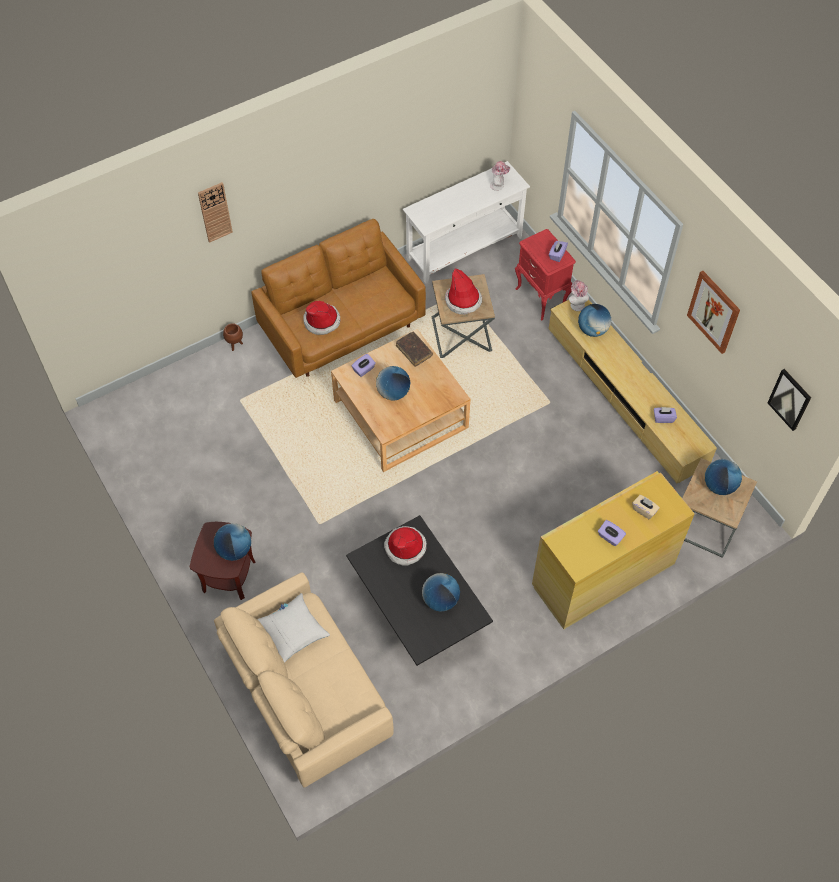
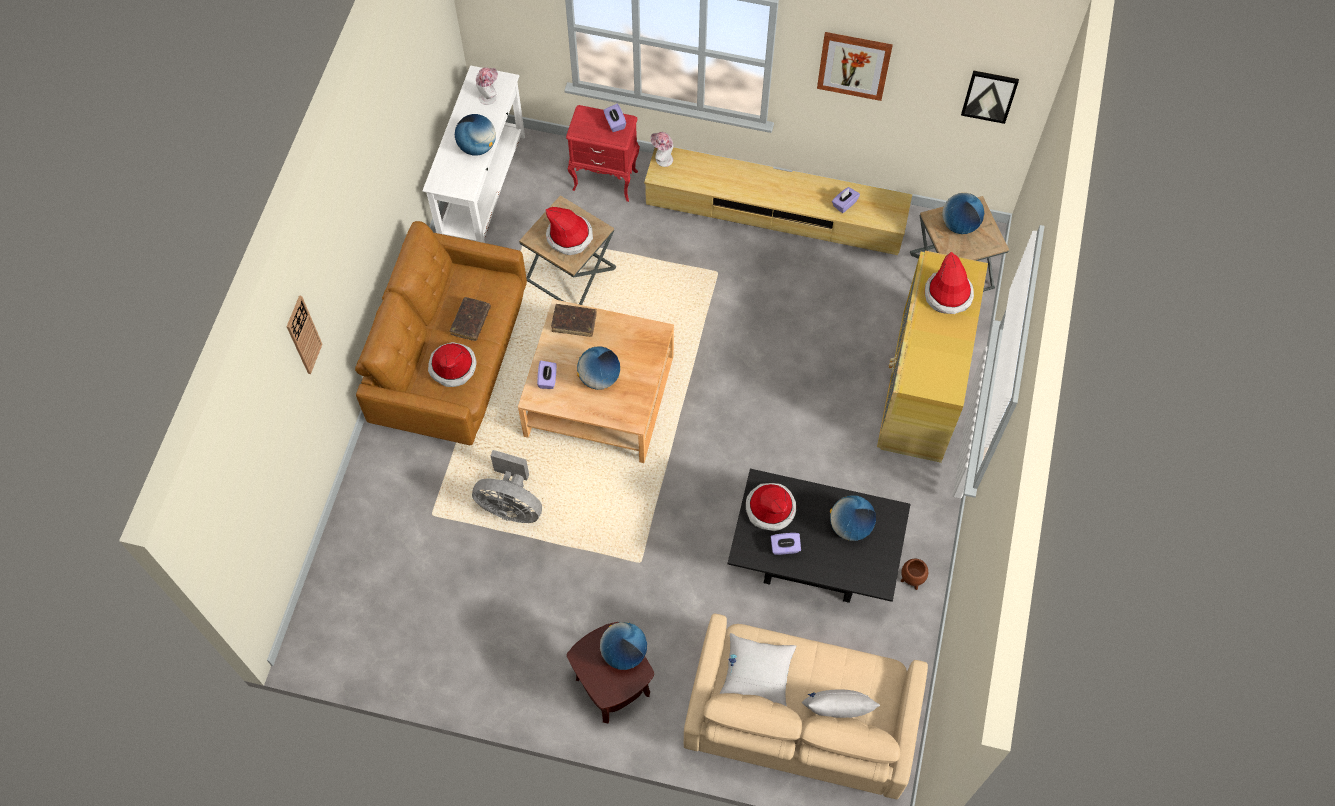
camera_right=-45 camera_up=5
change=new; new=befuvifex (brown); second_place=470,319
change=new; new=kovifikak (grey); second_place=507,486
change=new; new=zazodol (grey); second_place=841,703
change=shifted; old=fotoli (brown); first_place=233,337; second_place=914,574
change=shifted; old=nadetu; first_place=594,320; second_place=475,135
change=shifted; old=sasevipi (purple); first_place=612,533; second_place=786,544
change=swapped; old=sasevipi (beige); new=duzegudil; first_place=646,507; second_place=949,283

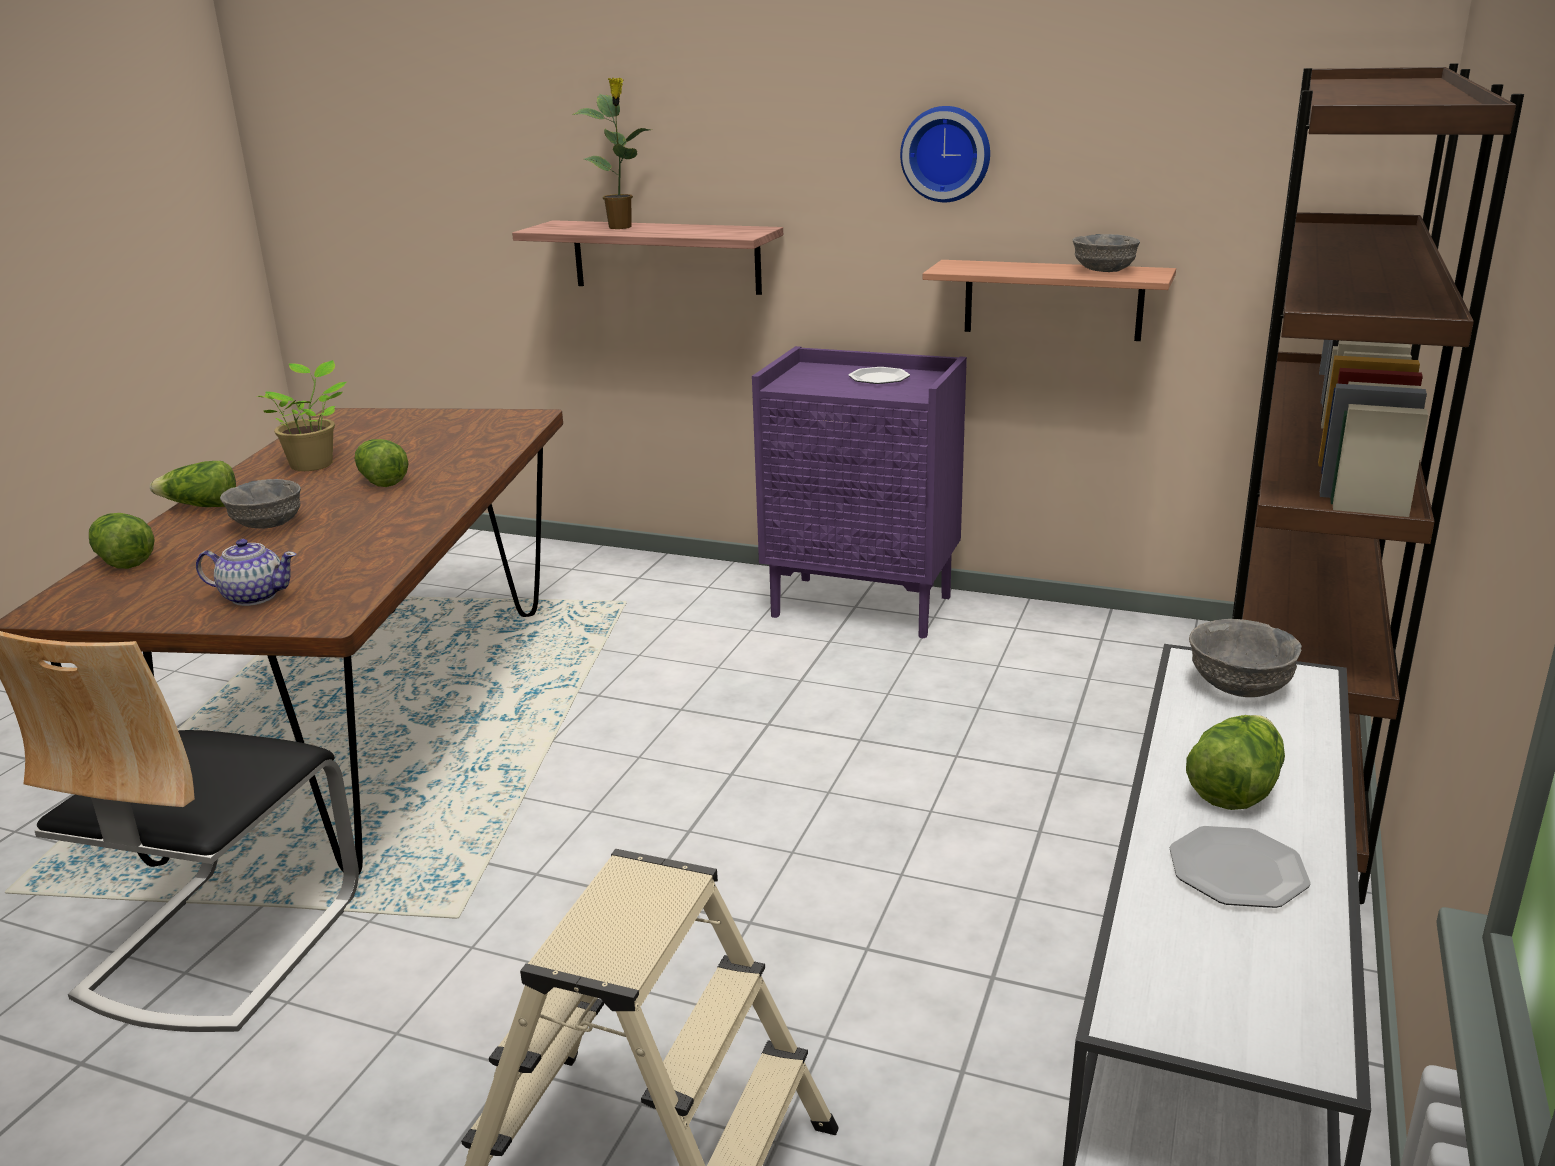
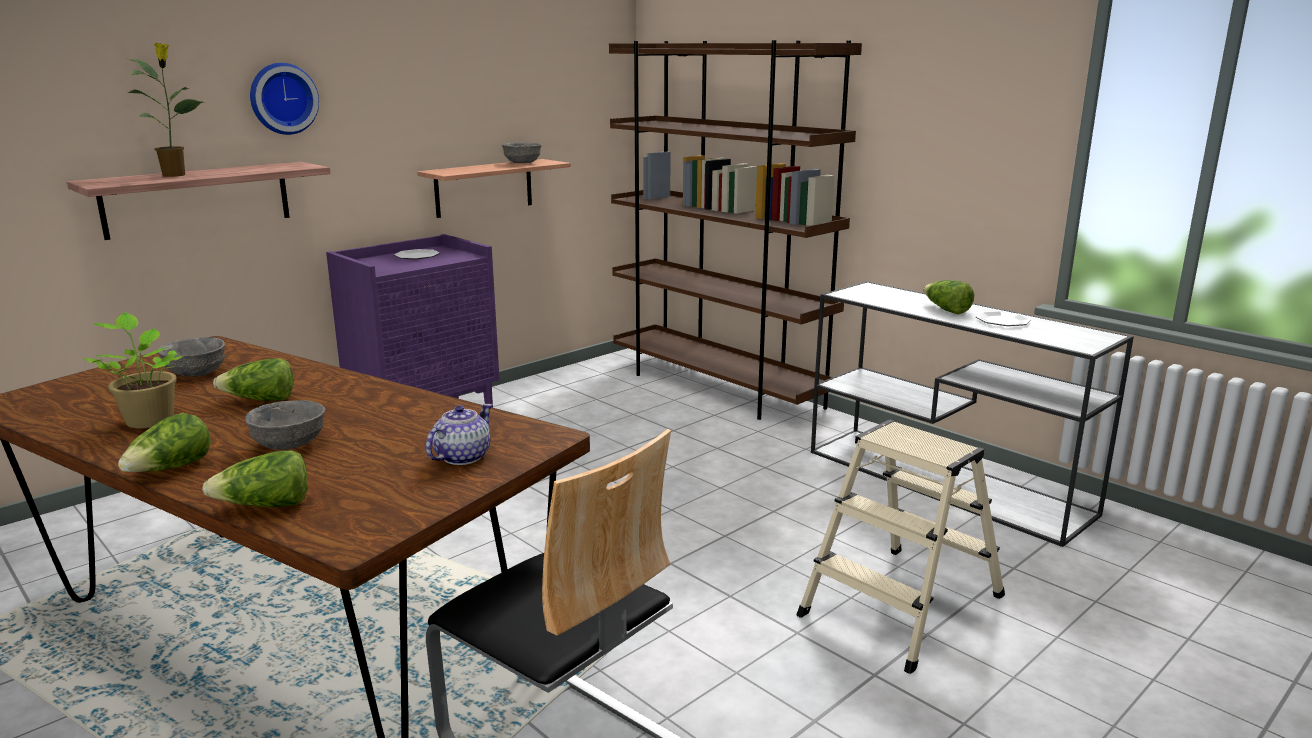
camera_right=-65 camera_up=-5
change=shifted; old=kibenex; first_place=945,154; second_place=284,99
change=shifted; old=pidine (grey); first_place=1245,658; second_place=191,357

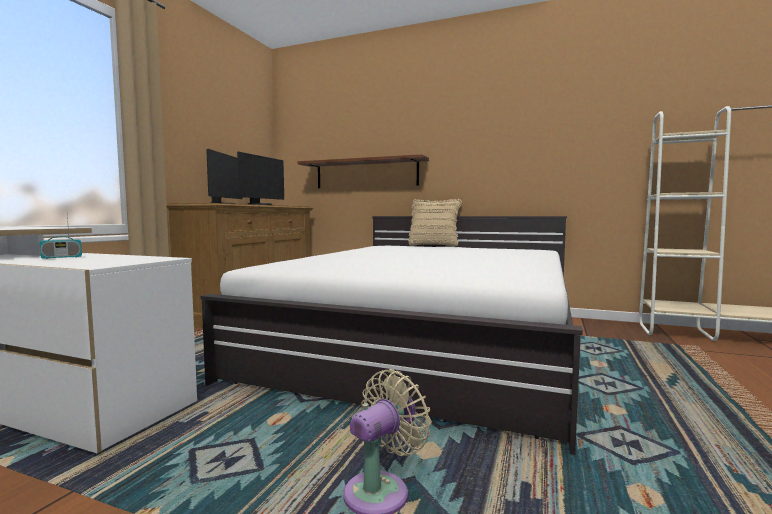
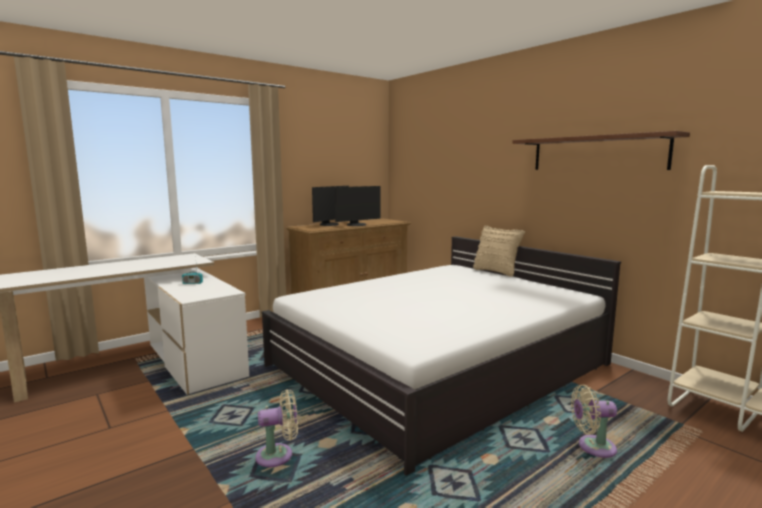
camera_right=30 camera_up=5
change=new; new=kovifikak (beige); second_place=594,421
change=shifted; old=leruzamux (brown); first_place=363,171; second_place=601,150

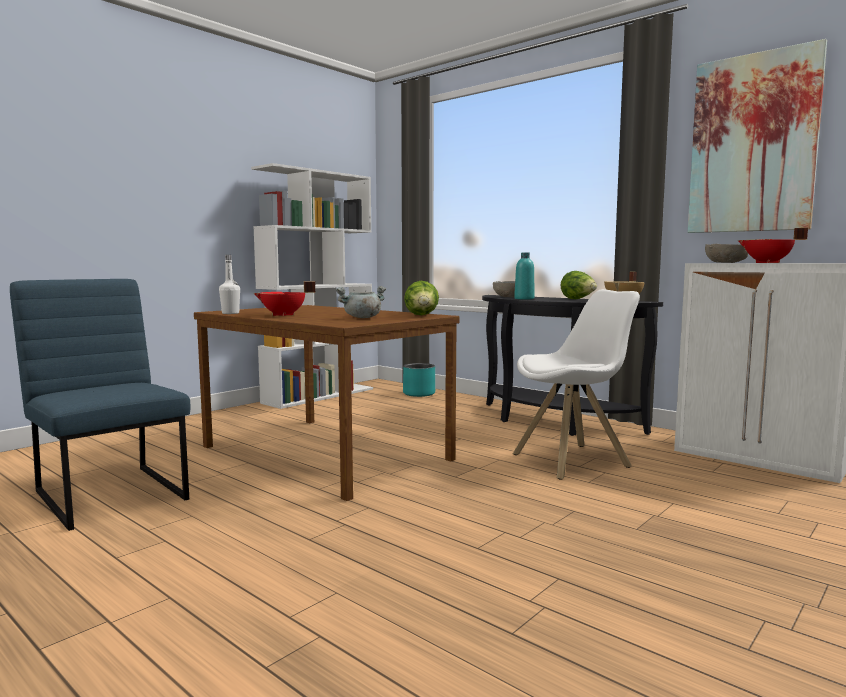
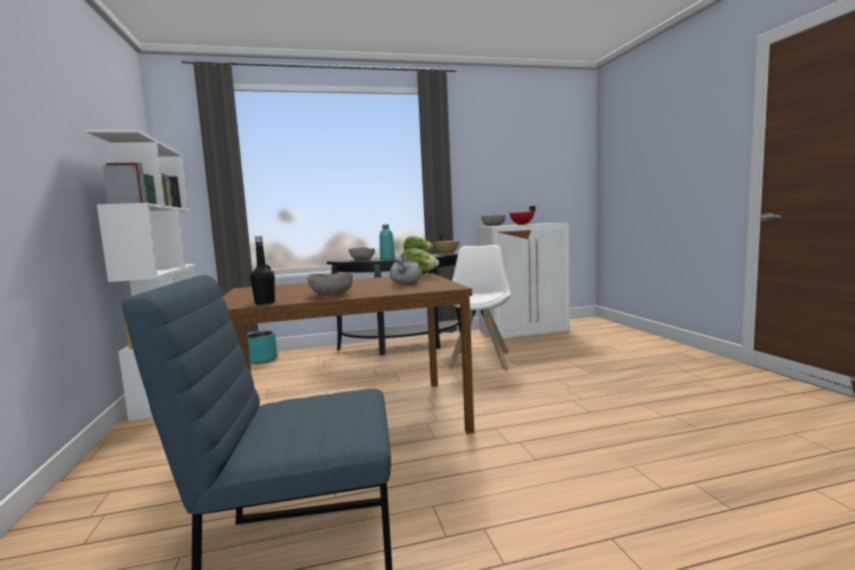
camera_right=-55 camera_up=0
change=gone; old=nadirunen; first_place=757,136
change=swapped; old=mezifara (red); new=pidine (grey); first_place=284,298; second_place=330,284
change=repainted; old=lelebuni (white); new=lelebuni (black); first_place=229,284; second_place=262,270

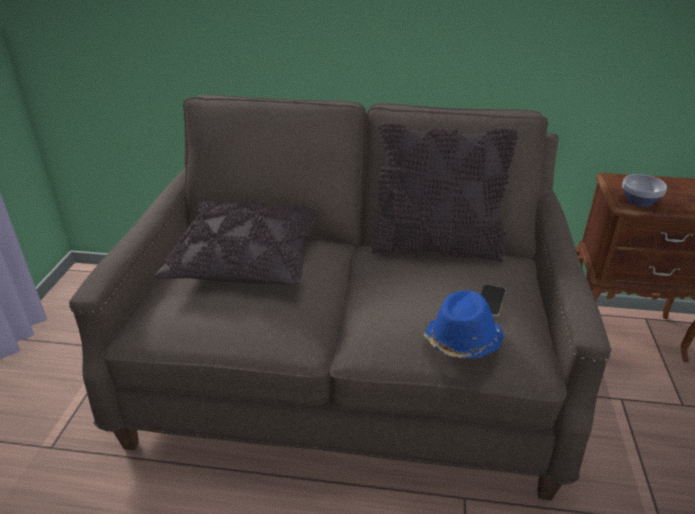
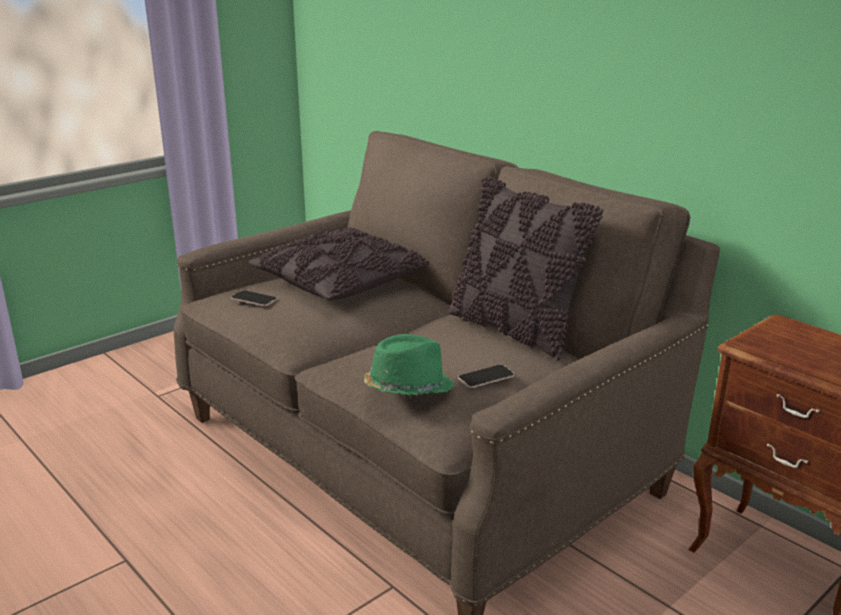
camera_right=40 camera_up=-10
change=gone; old=pidine; first_place=644,190
change=new; new=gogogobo; second_place=254,298
change=repainted; old=duzegudil (blue); new=duzegudil (green); first_place=463,324; second_place=409,365

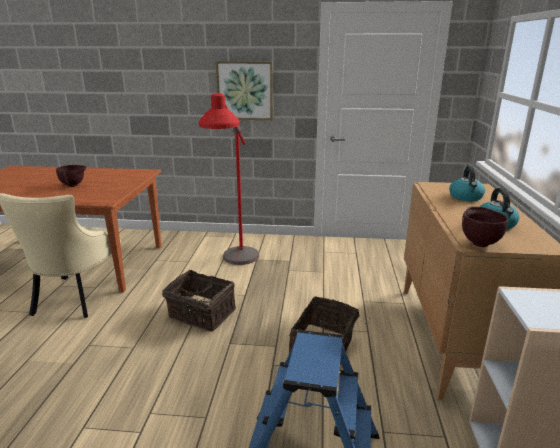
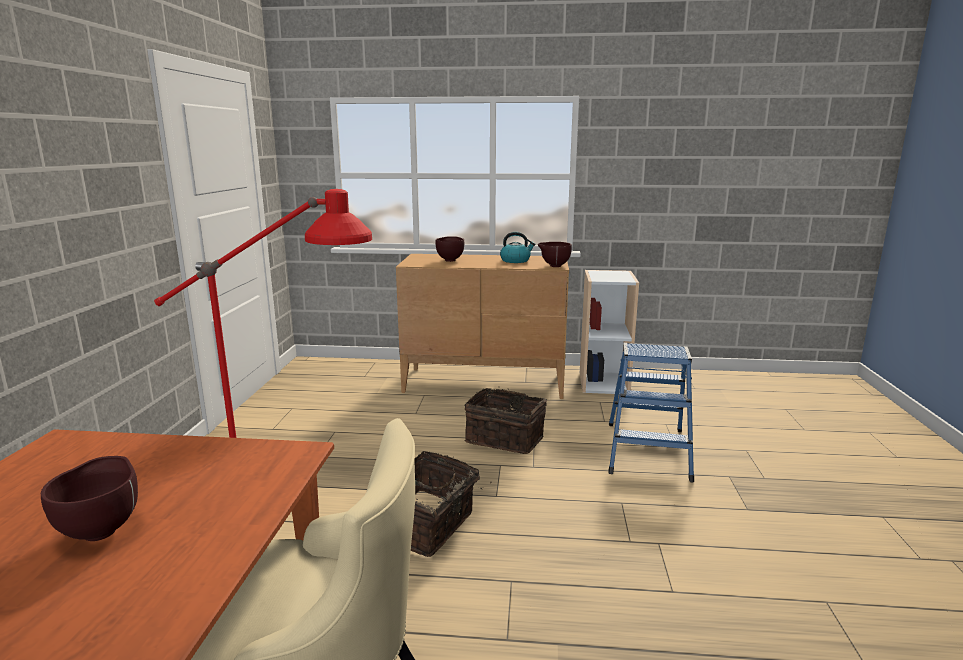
camera_right=-90 camera_up=-5
change=gone; old=nadirunen; first_place=244,90
change=swapped; old=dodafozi; new=pidine (brown); first_place=467,183; second_place=449,249

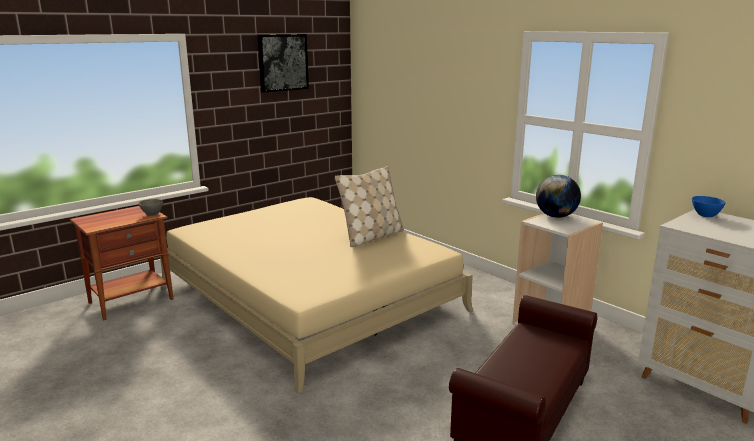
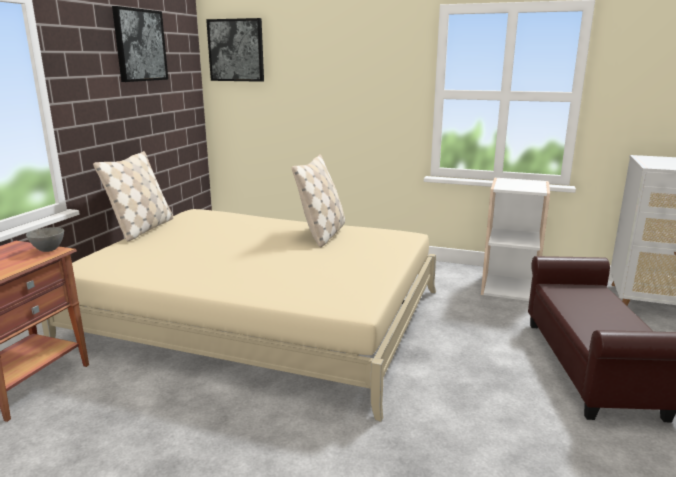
camera_right=-30 camera_up=0
change=gone; old=nadetu; first_place=558,196
change=gone; old=pidine (blue); first_place=709,206
change=new; new=zazodol (beige); second_place=133,196
change=new; new=nadirunen; second_place=235,50

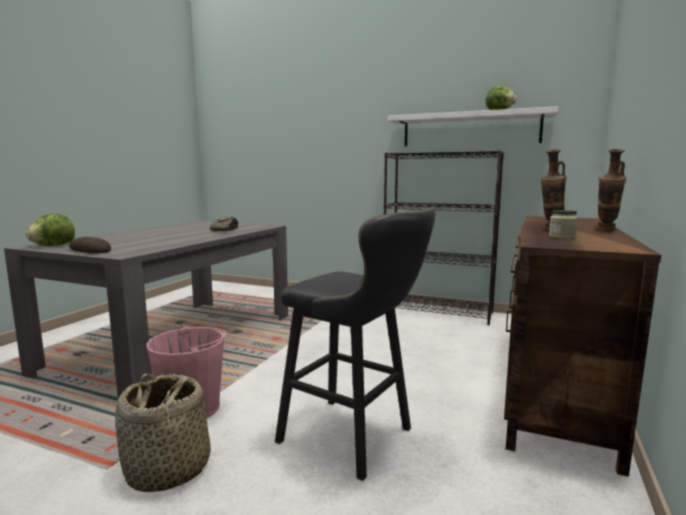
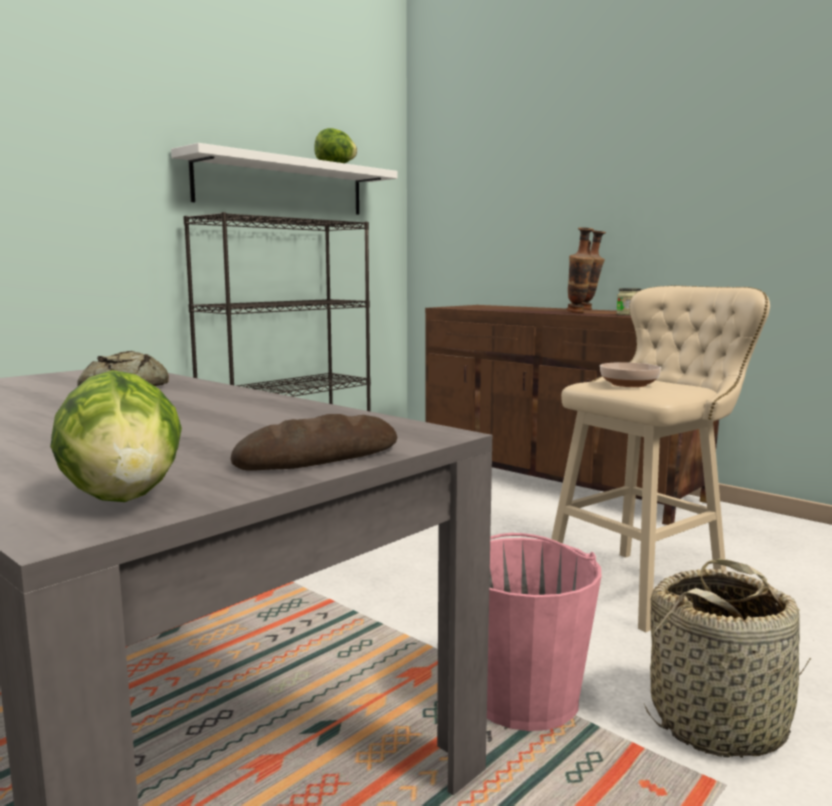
camera_right=-70 camera_up=0
change=new; new=pidine; second_place=630,374
change=repainted; old=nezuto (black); new=nezuto (beige); first_place=355,344; second_place=660,458

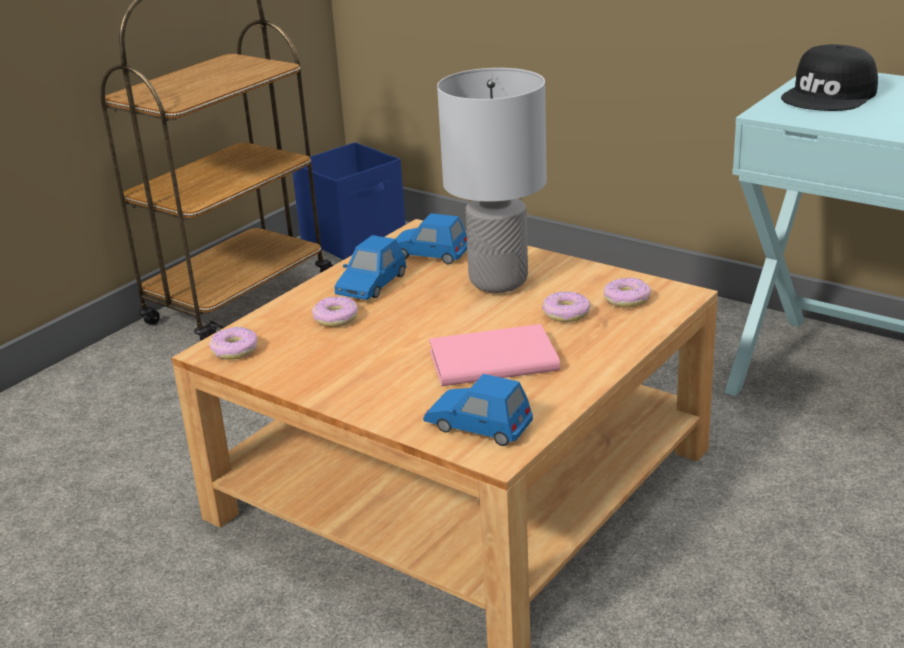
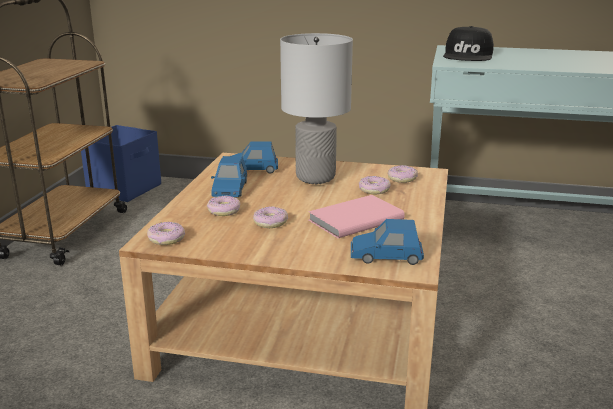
camera_right=-25 camera_up=-5
change=new; new=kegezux; second_place=270,217

